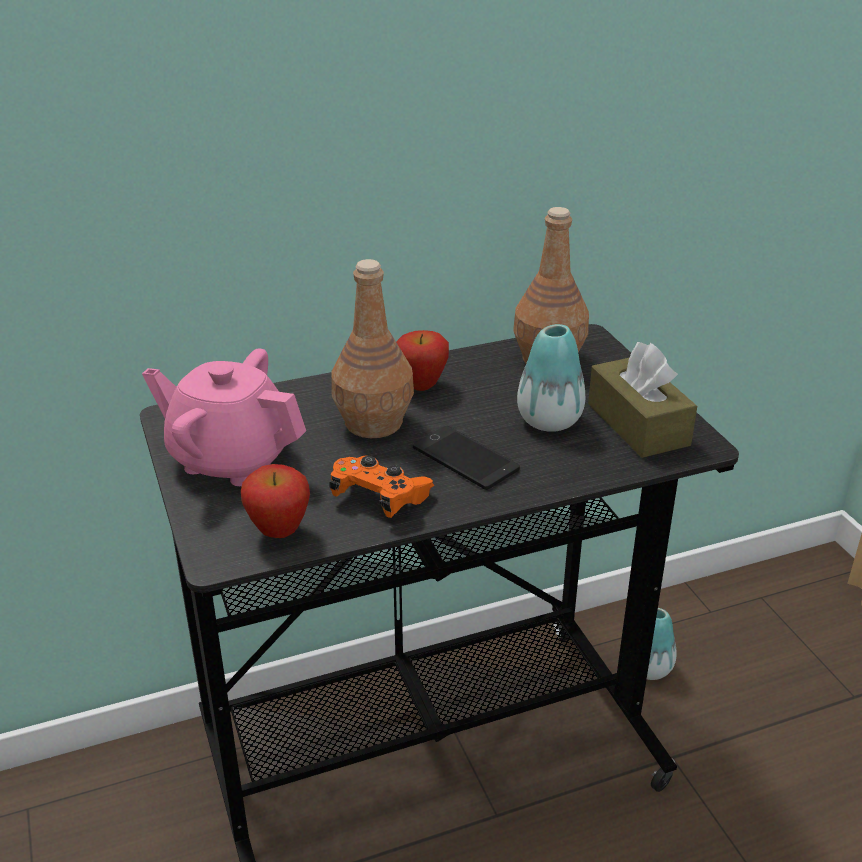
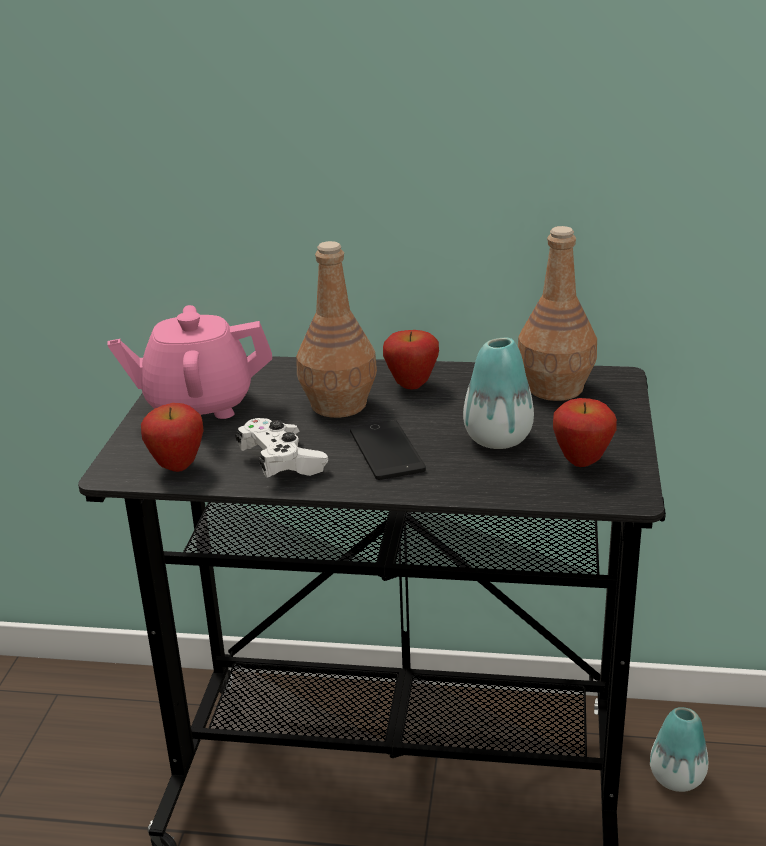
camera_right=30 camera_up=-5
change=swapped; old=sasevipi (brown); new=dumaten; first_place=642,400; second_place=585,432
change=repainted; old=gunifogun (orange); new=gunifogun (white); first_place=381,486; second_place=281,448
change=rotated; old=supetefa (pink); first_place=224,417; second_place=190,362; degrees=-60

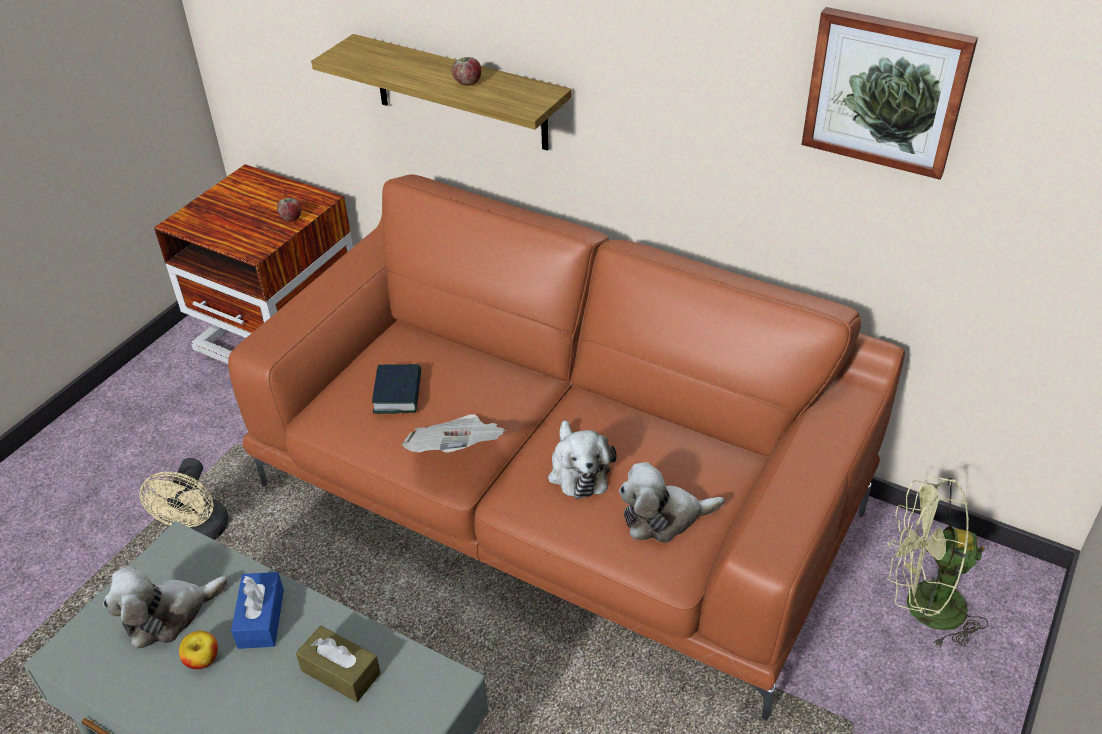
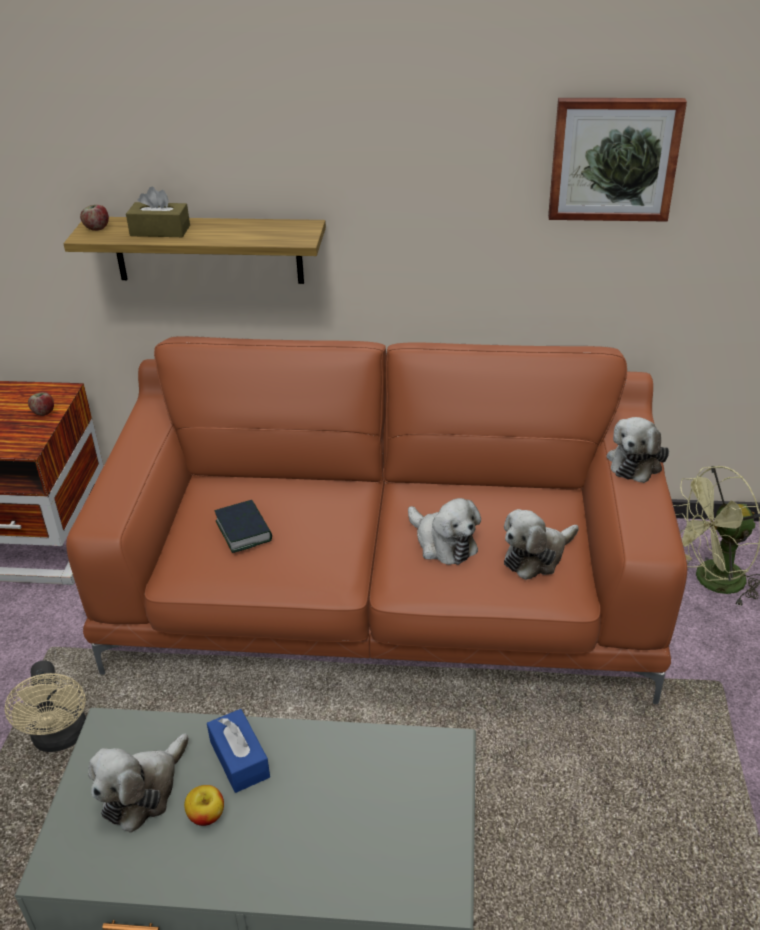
camera_right=-25 camera_up=-5
change=gone; old=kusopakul; first_place=454,433
change=new; new=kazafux; second_place=638,450
change=shifted; old=sasevipi (brown); first_place=338,664; second_place=158,212
change=shifted; old=dumaten; first_place=466,71; second_place=94,218

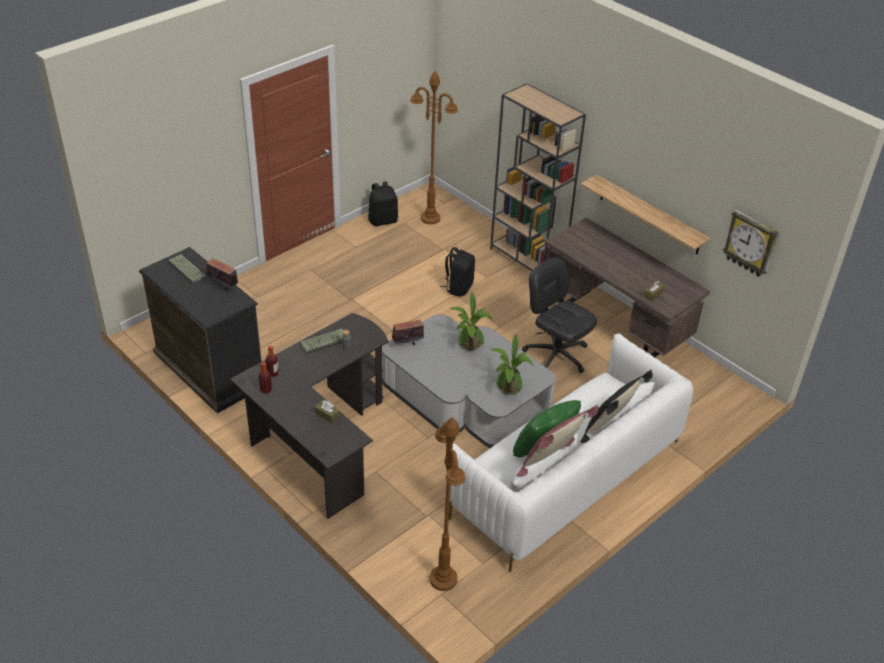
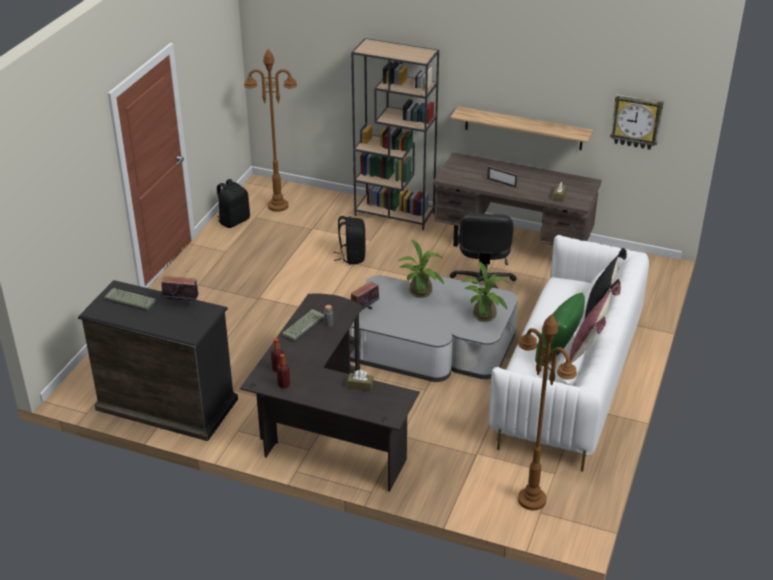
camera_right=-25 camera_up=-5
change=new; new=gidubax; second_place=502,177
change=rotated; old=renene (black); first_place=559,315; second_place=483,250; degrees=-105

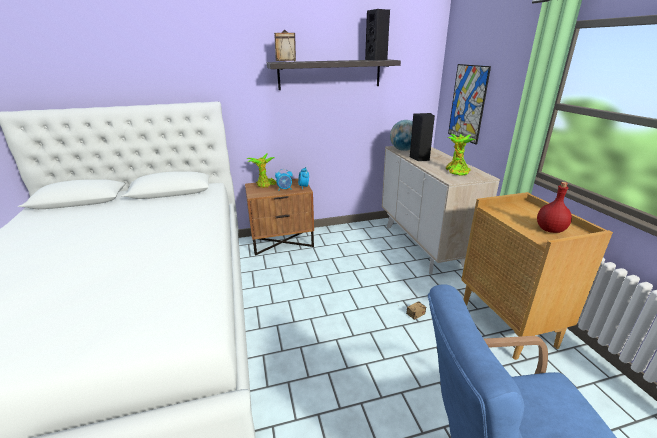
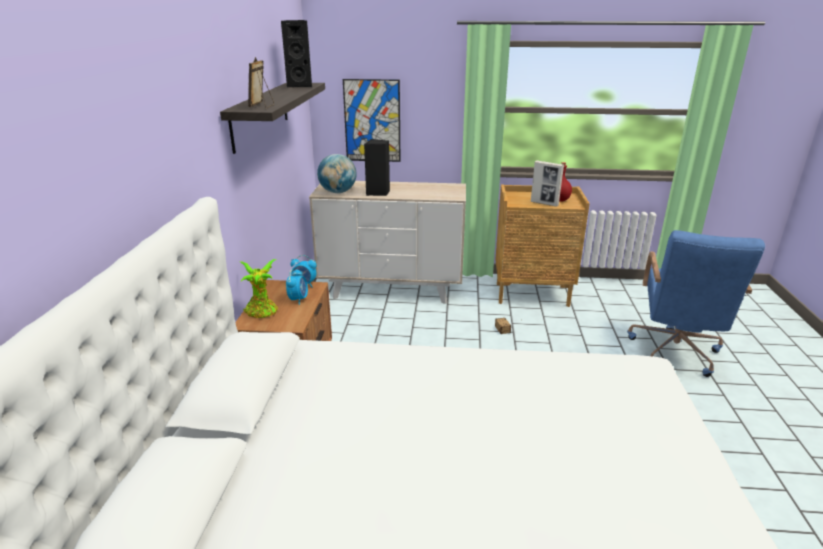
camera_right=-70 camera_up=0
change=gone; old=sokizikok; first_place=461,155
change=new; new=gidubax; second_place=547,183

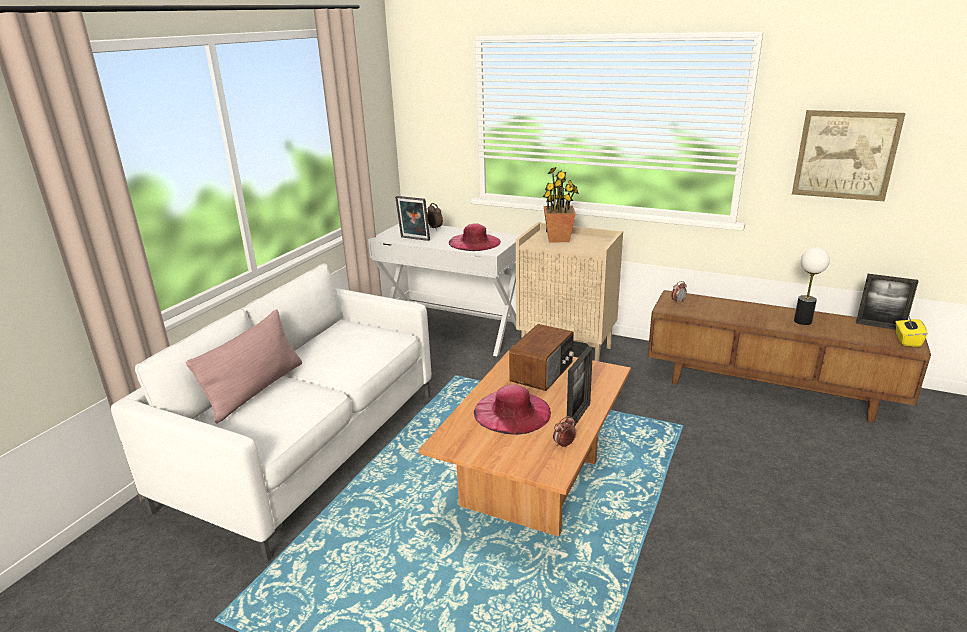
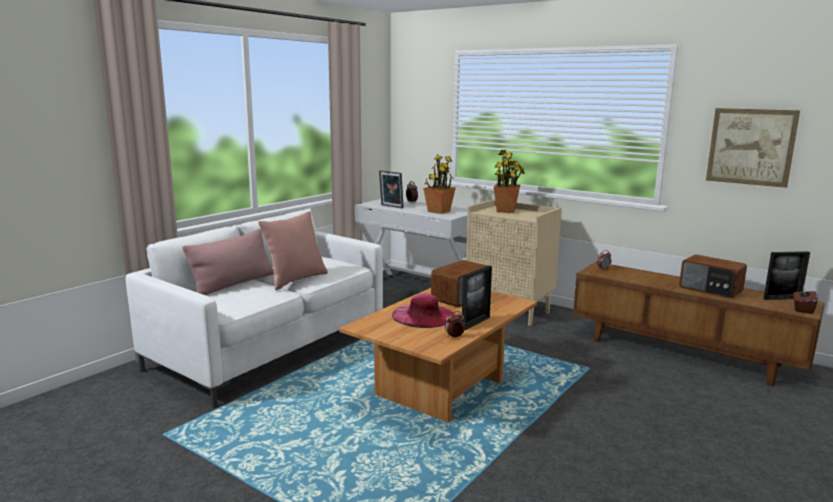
camera_right=10 camera_up=-10
change=new; new=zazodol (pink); second_place=293,250
change=swapped; old=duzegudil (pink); new=sokizikok; first_place=475,237; second_place=439,184
change=swapped; old=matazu; new=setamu; first_place=812,286; second_place=713,277
change=repainted; old=sasevipi (yellow); new=sasevipi (brown); first_place=911,331; second_place=805,299
change=rotated; old=gidubax; first_place=887,302; second_place=786,275; degrees=-45

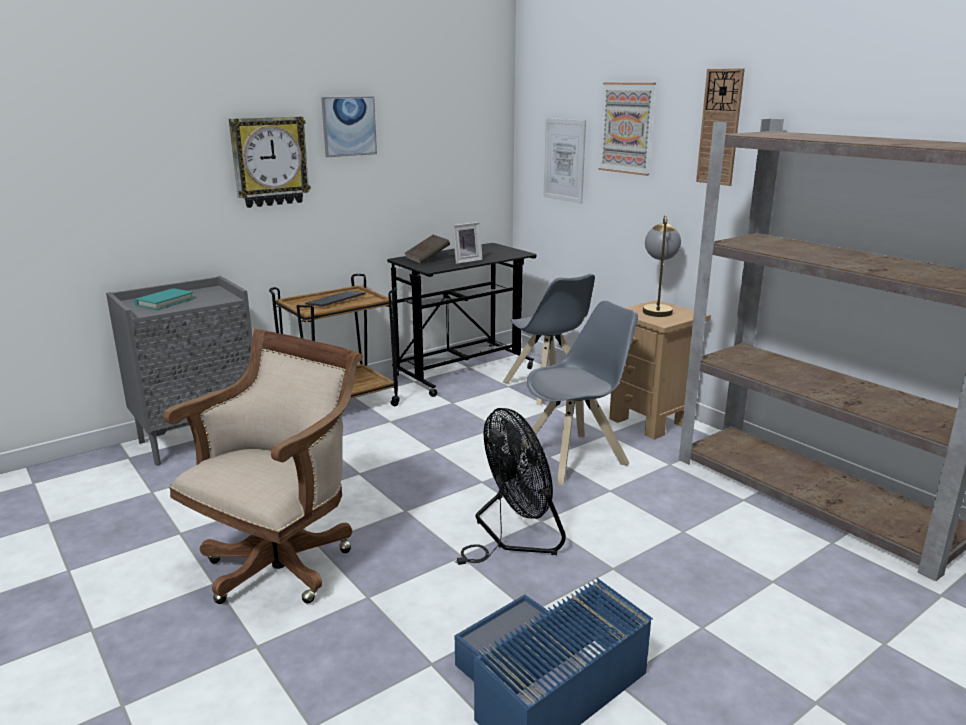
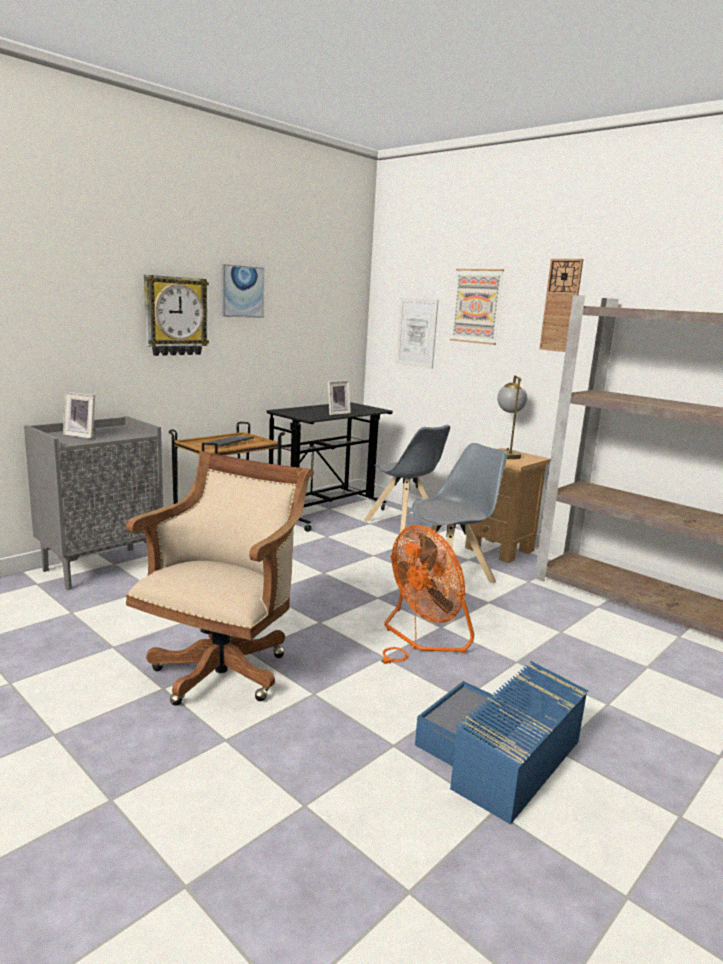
camera_right=-10 camera_up=-5
change=gone; old=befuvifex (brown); first_place=427,249
change=swapped; old=befuvifex (turquoise); new=gidubax; first_place=164,299; second_place=79,415
change=repainted; old=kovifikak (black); new=kovifikak (orange); first_place=510,486; second_place=427,594

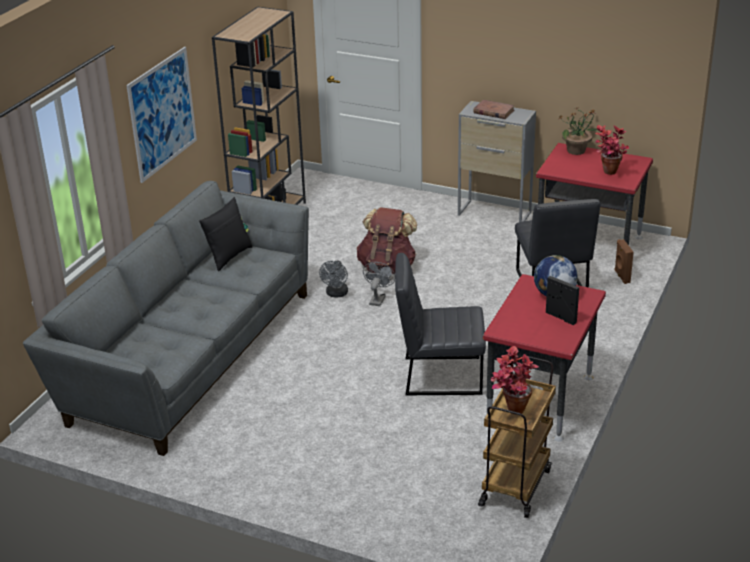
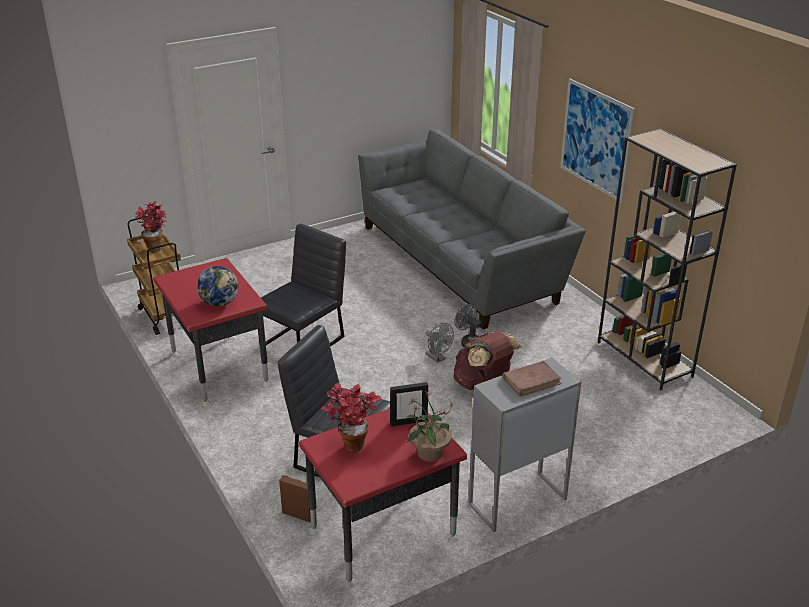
camera_right=125 camera_up=0
change=gone; old=zazodol (black); first_place=226,234
change=shifted; old=gidubax; first_place=562,300; second_place=409,404

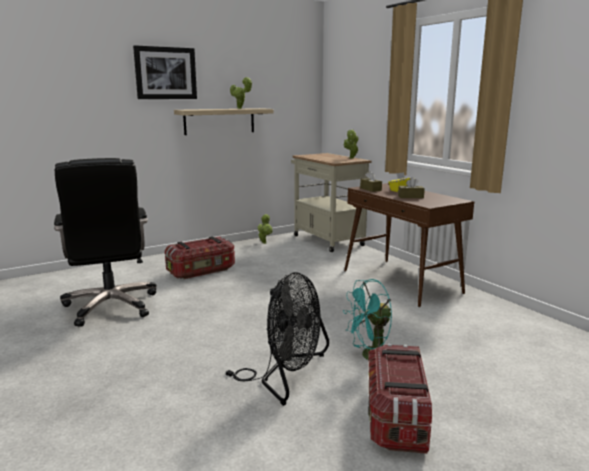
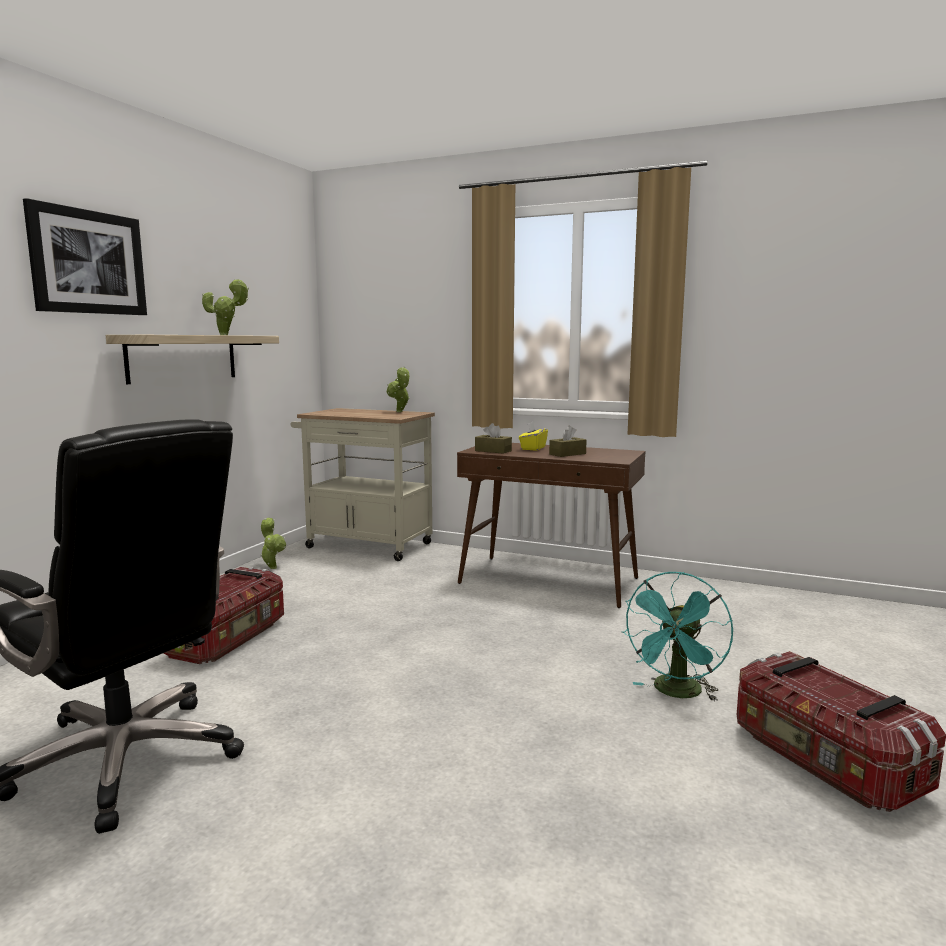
camera_right=-35 camera_up=-5
change=gone; old=kovifikak (black); first_place=277,339

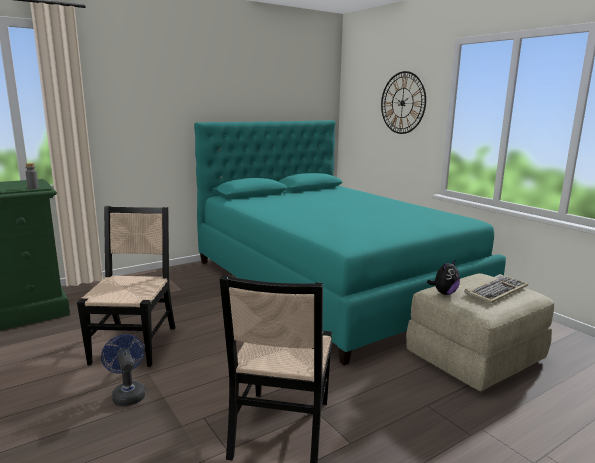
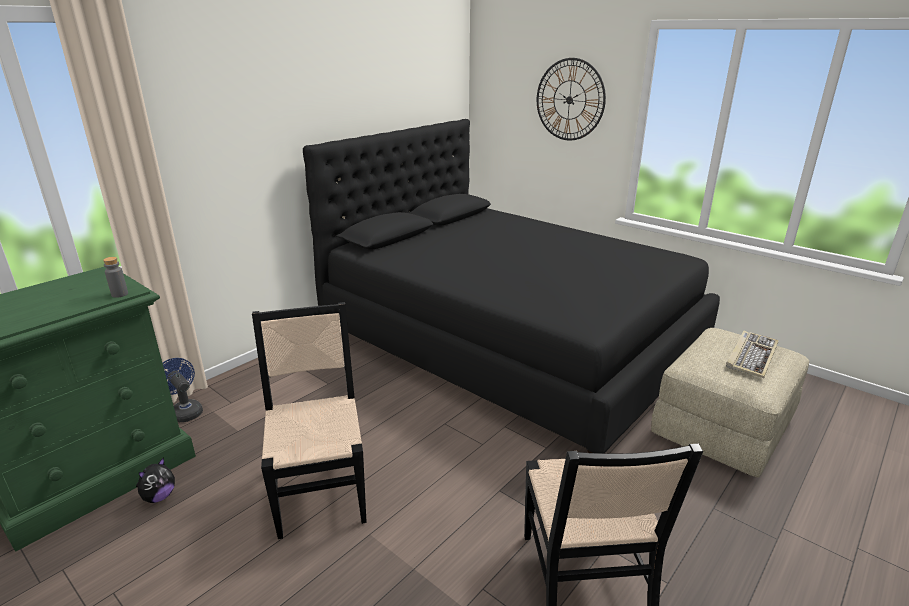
camera_right=-15 camera_up=10
change=shifted; old=kovifikak (blue); first_place=123,370; second_place=183,390
change=shifted; old=kazafux; first_place=443,277; second_place=155,480
change=repainted; old=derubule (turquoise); new=derubule (black); first_place=350,242; second_place=511,286

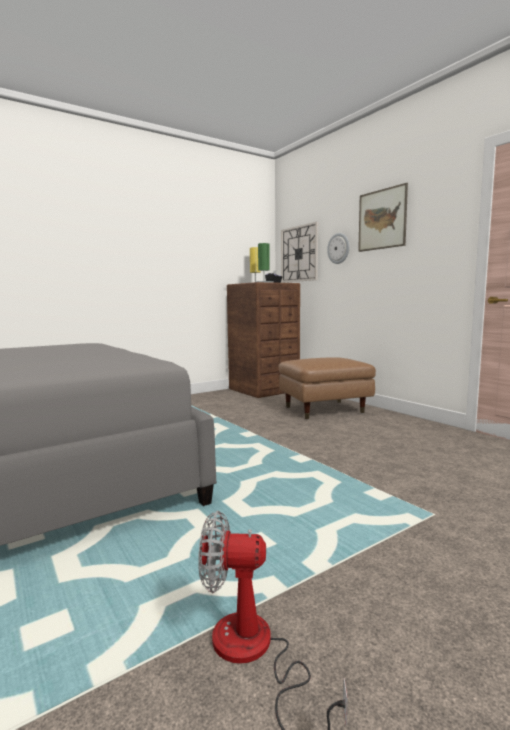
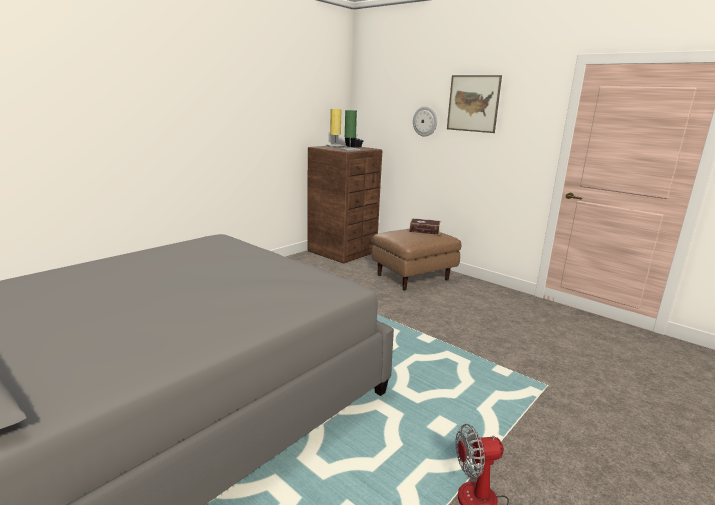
camera_right=-15 camera_up=10
change=gone; old=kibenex; first_place=299,252
change=new; new=befuvifex; second_place=425,226

